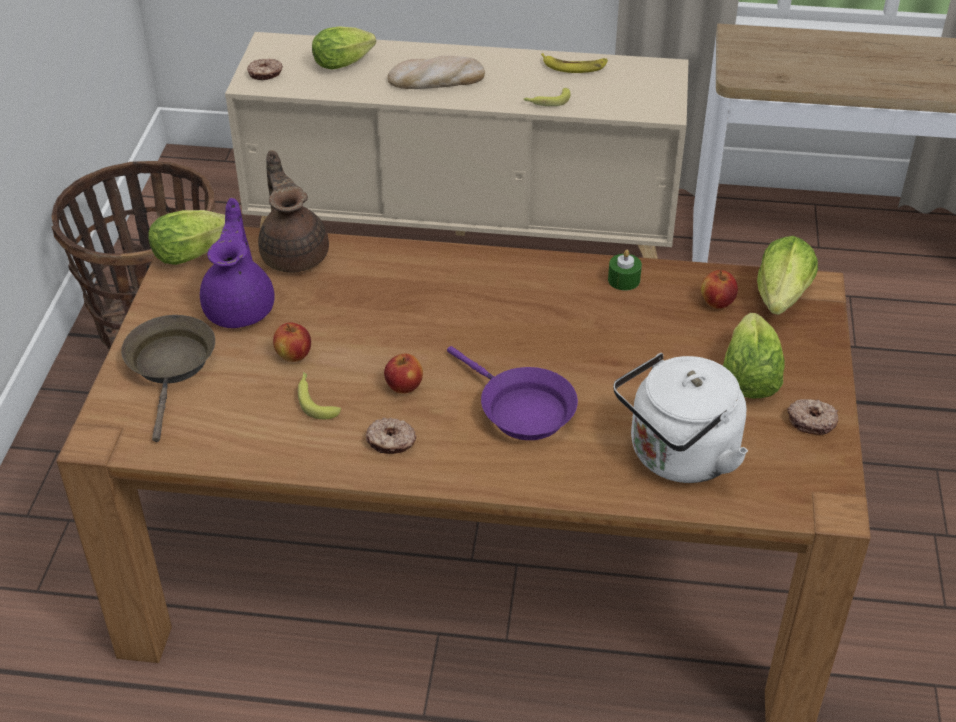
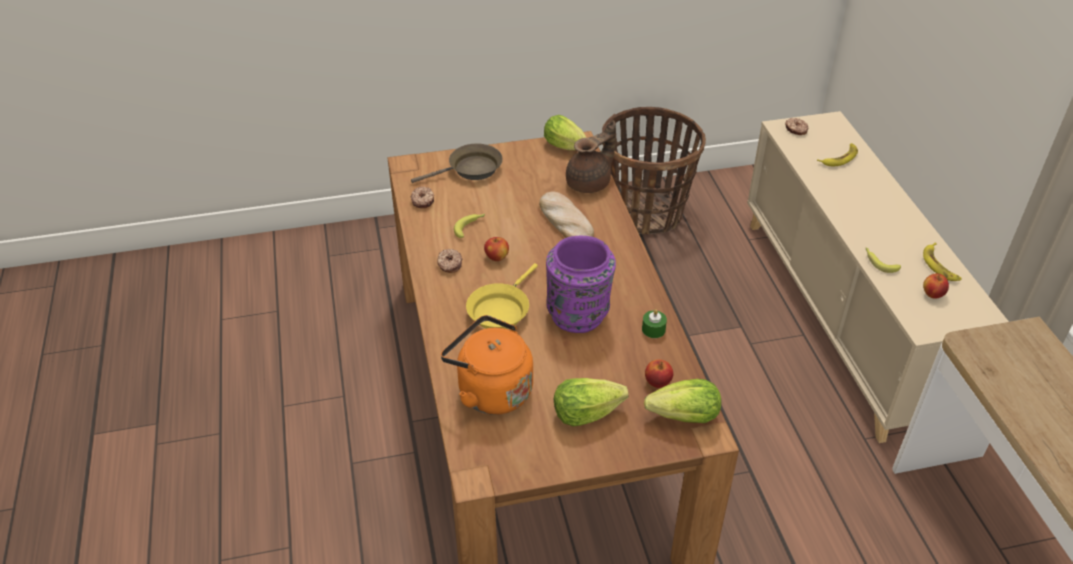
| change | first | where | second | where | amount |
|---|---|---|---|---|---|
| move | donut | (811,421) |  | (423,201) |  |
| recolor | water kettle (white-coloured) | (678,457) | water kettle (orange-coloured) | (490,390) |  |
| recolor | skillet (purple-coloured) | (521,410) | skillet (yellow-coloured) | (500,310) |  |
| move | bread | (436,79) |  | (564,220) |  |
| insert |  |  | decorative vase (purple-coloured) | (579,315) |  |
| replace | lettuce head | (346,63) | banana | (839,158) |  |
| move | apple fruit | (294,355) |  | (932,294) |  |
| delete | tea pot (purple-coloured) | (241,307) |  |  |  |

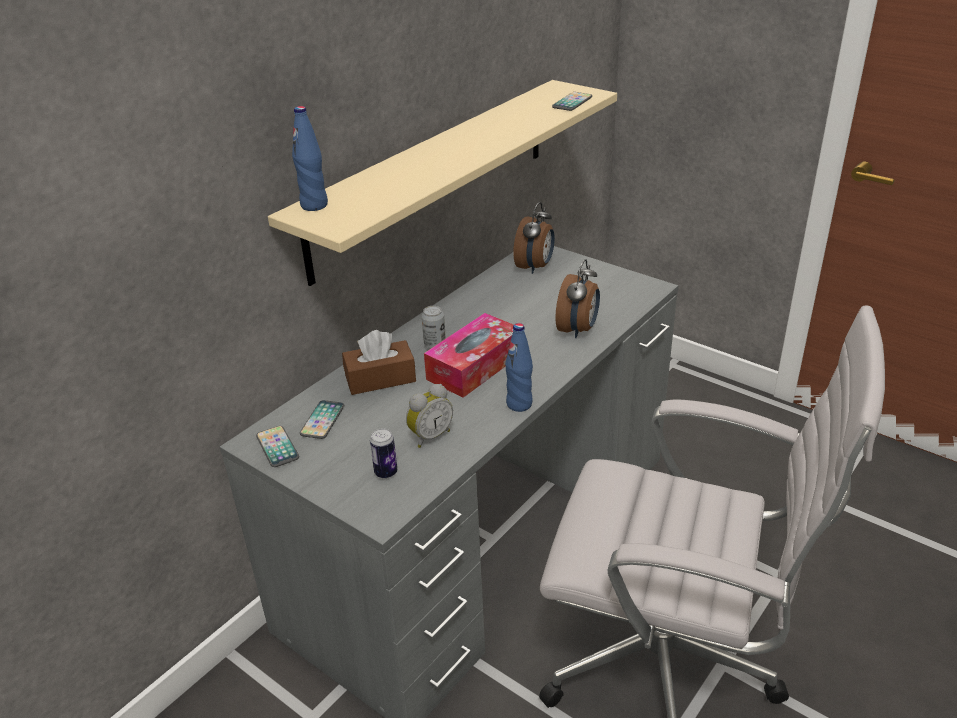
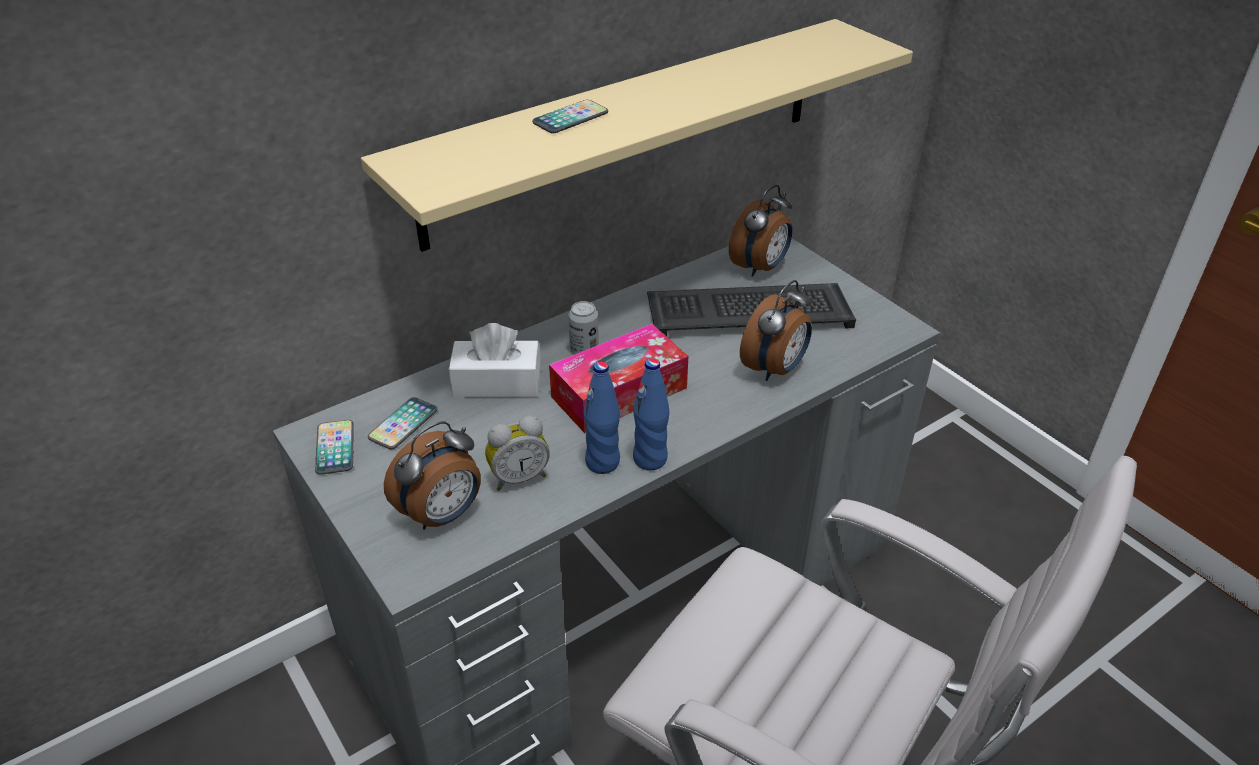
| change | first | where | second | where | amount |
|---|---|---|---|---|---|
| replace | sealed can | (386,472) | table clock | (442,515) |  |
| recolor | box of tissues (brownish) | (380,378) | box of tissues (white-coloured) | (497,383) |  |
| move | handset | (572,102) |  | (570,118) |  |
| move | bottle (bluish) | (314,205) |  | (602,462) |  |
| insert |  |  | keyboard | (750,311) |  |

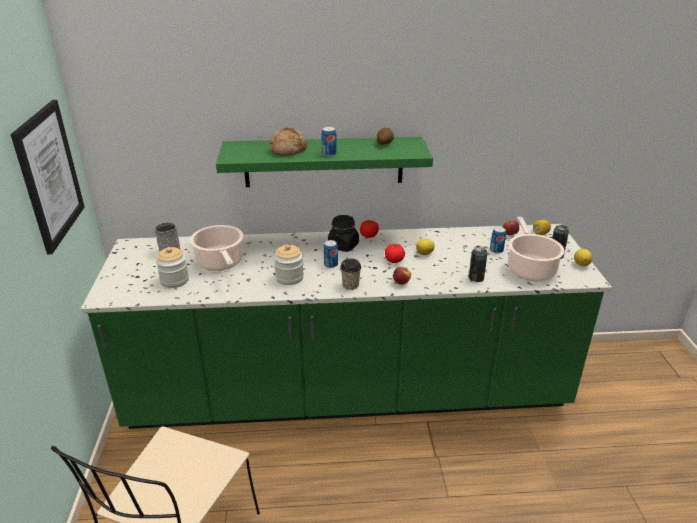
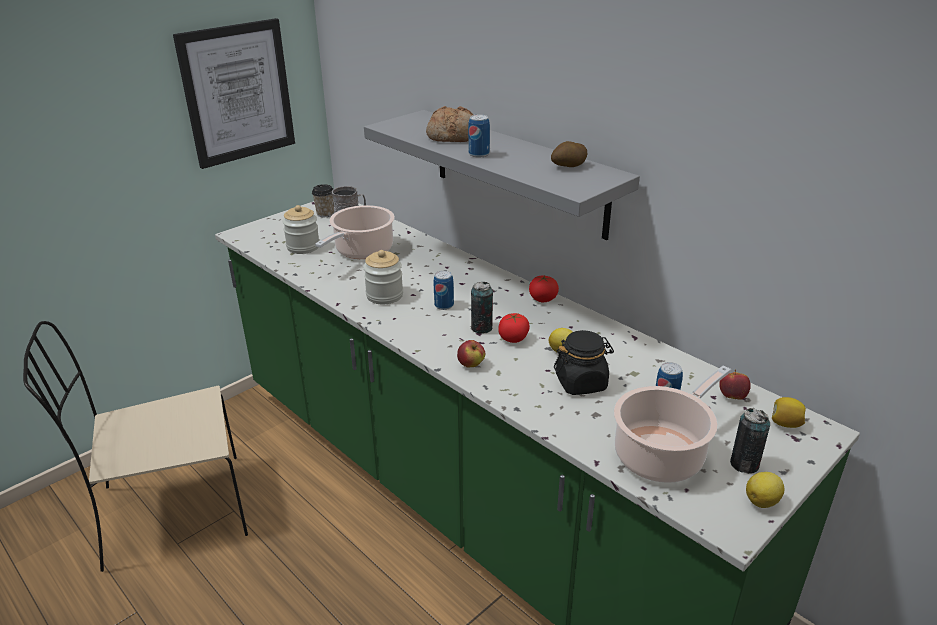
| change | first | where | second | where | amount |
|---|---|---|---|---|---|
| move | drinking cup | (350,285) |  | (325,214) |  |
| recolor | wall shelf (green-coloured) | (323,162) | wall shelf (gray) | (518,172) |  |
| move | sealed can | (476,278) |  | (481,328) |  |
| move | jar (black-coloured) | (343,245) |  | (581,383) |  |

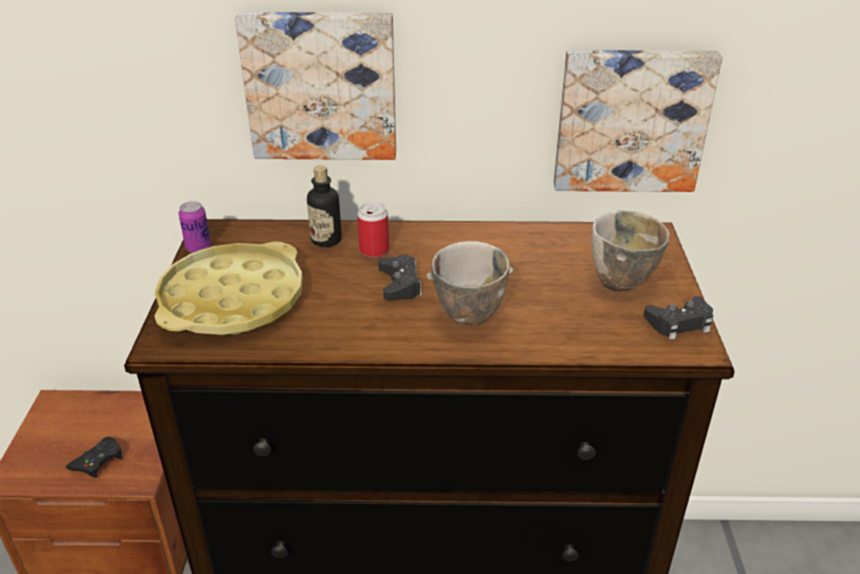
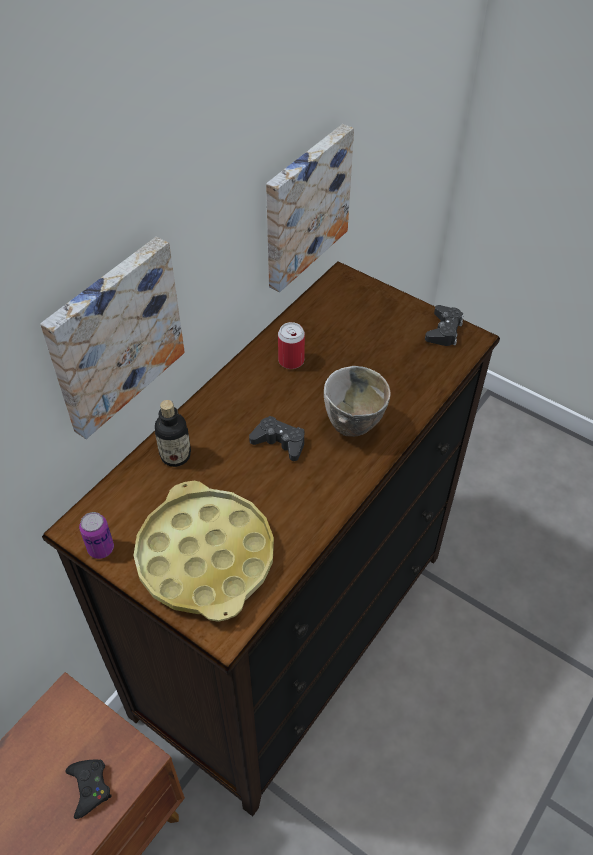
| change | first | where | second | where | amount |
|---|---|---|---|---|---|
| move | sealed can | (374,250) |  | (291,360) |  |
| delete | bowl | (620,285) |  |  |  |

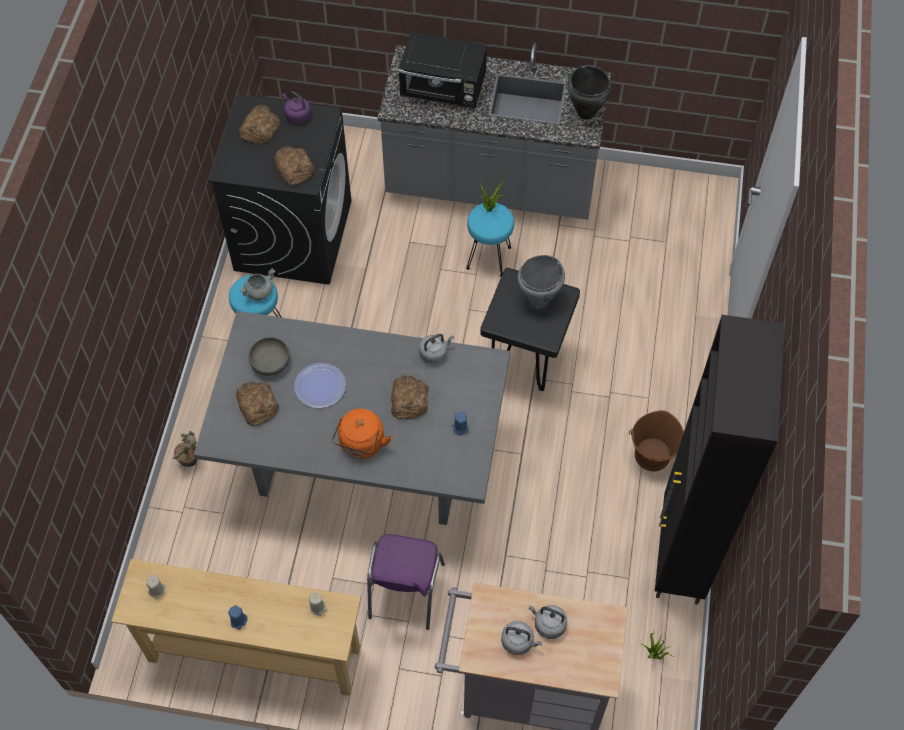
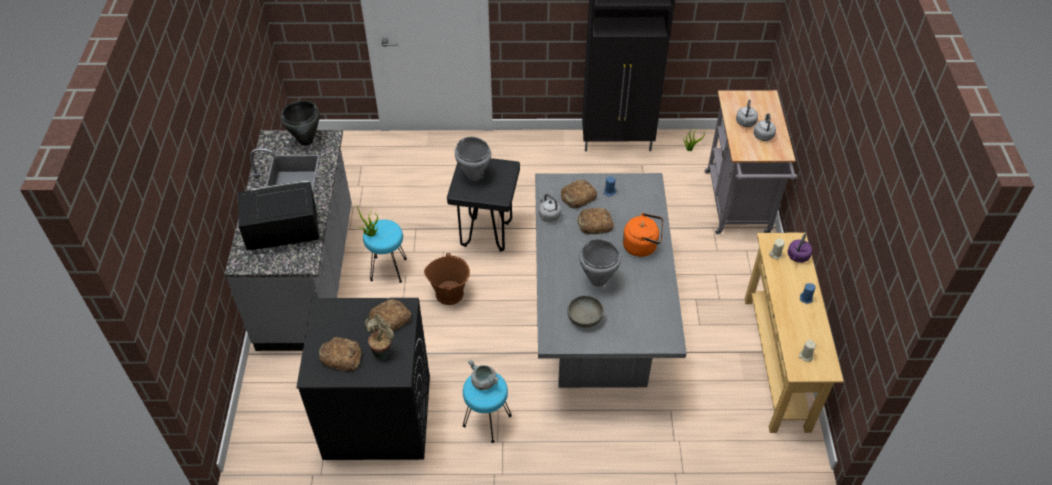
| change | first | where | second | where | amount |
|---|---|---|---|---|---|
| rotate | kitchen microwave (black-coloured) | (444,90) |  | (282,232) | 105 degrees counterclockwise |
| move | potted plant | (190,462) |  | (382,351) |  |
| move | pail (brownish) | (652,455) |  | (450,293) |  |
| move | bread | (257,405) |  | (578,197) |  |
| replace | plate | (320,386) | stockpot (gray) | (598,280) |  |
| move | water kettle (purple-coloured) | (297,115) |  | (797,257) |  |
| delete | plain chair (purple-coloured) | (404,593) |  |  |  |

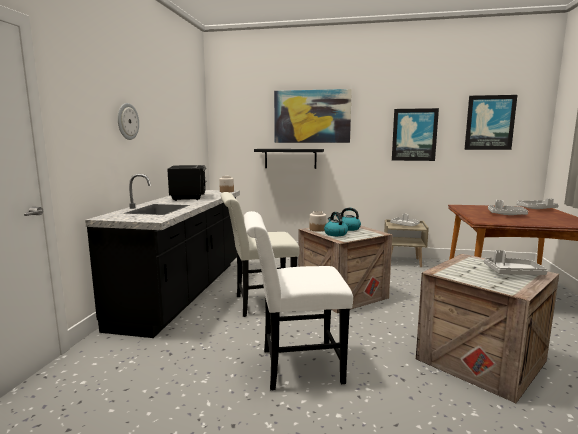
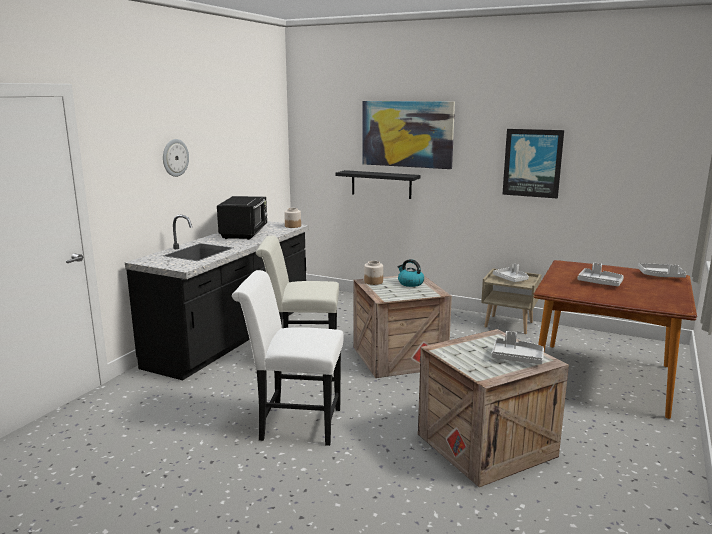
| change | first | where | second | where | amount |
|---|---|---|---|---|---|
| delete | water kettle | (335,234) |  |  |  |
| delete | picture | (489,122) |  |  |  |

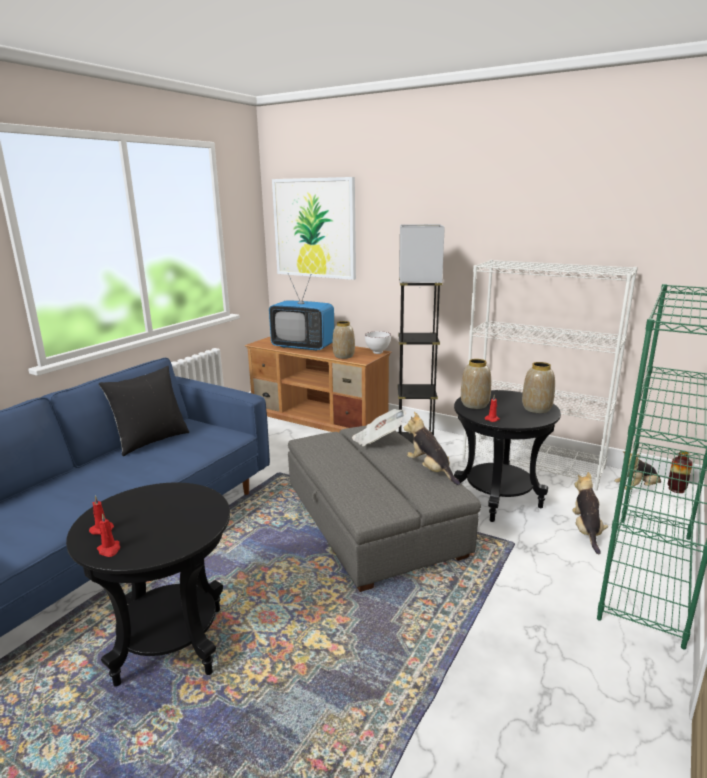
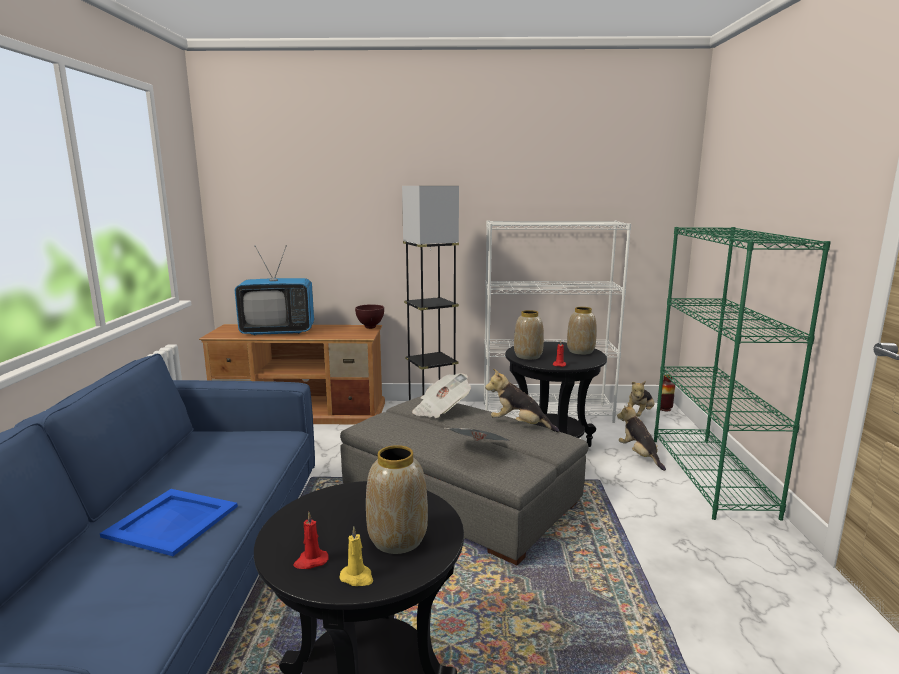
| change | first | where | second | where | amount |
|---|---|---|---|---|---|
| insert |  |  | tray (bluish) | (173,521) |  |
| recolor | wax light (red) | (109,550) | wax light (yellow-coloured) | (357,577) |  |
| recolor | bowl (white-coloured) | (378,353) | bowl (brownish) | (371,327) |  |
| move | decorative vase | (343,356) |  | (397,539) |  |
| insert |  |  | daily paper | (478,451) |  |
| delete | pillow (black-coloured) | (151,440) |  |  |  |
| delete | picture | (314,228) |  |  |  |

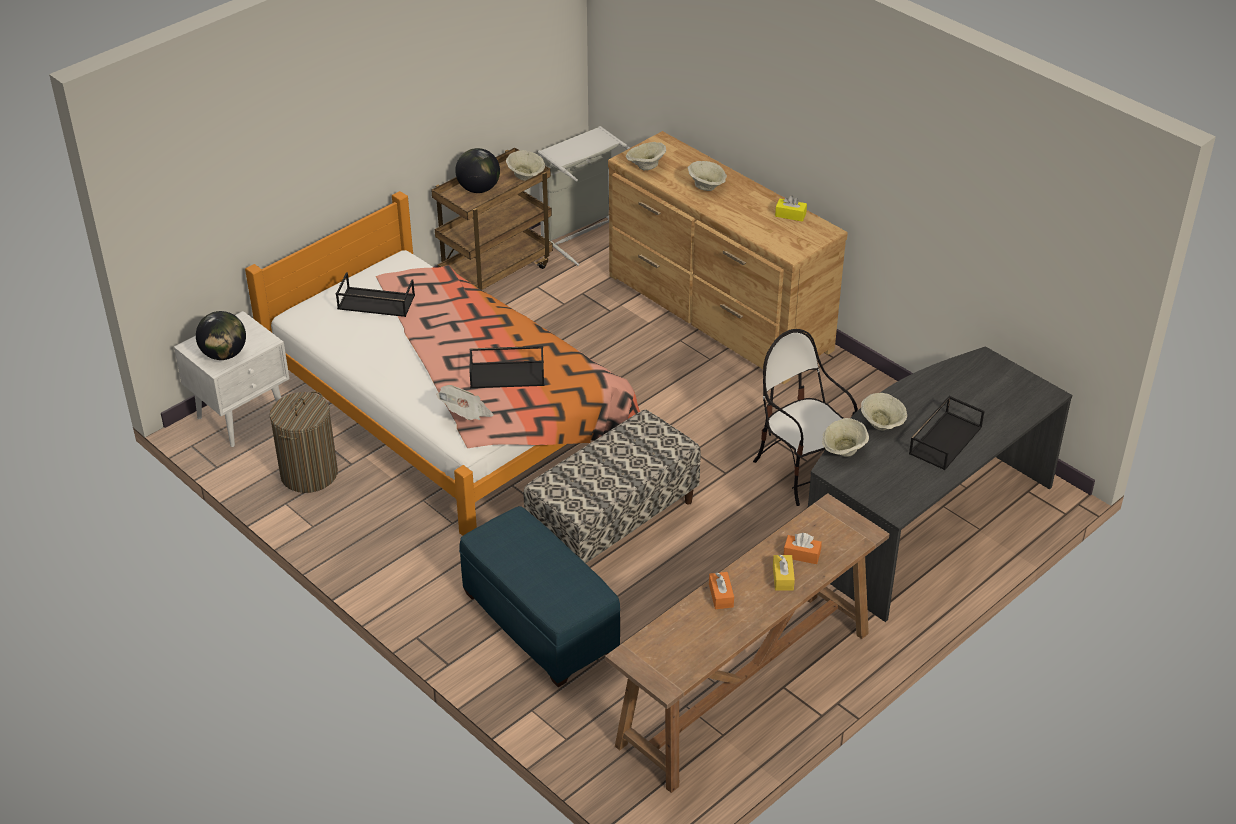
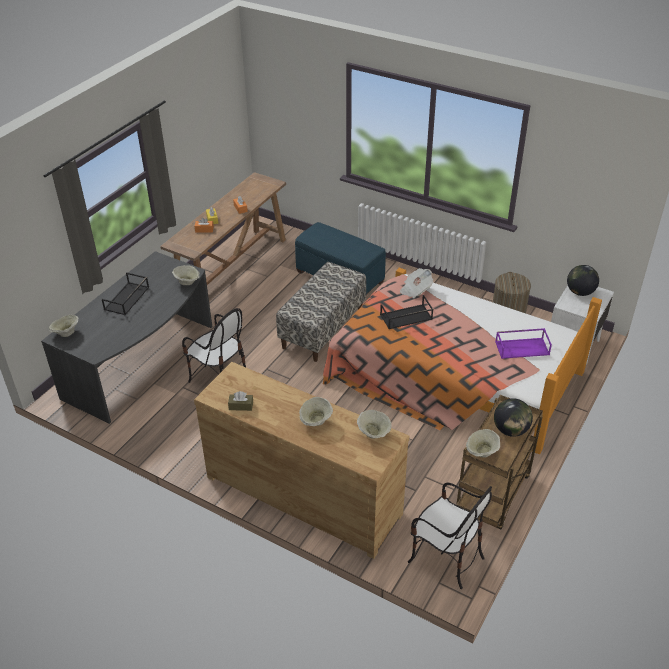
| change | first | where | second | where | amount |
|---|---|---|---|---|---|
| move | bowl (beige-coloured) | (882,424) |  | (66,333) |  |
| recolor | box of tissues (yellow-coloured) | (790,215) | box of tissues (brownish) | (241,406) |  |
| replace | hamper (gray) | (583,234) | plain chair | (445,558) |  |
| recolor | tray (black-coloured) | (375,302) | tray (purple-coloured) | (522,348) |  |

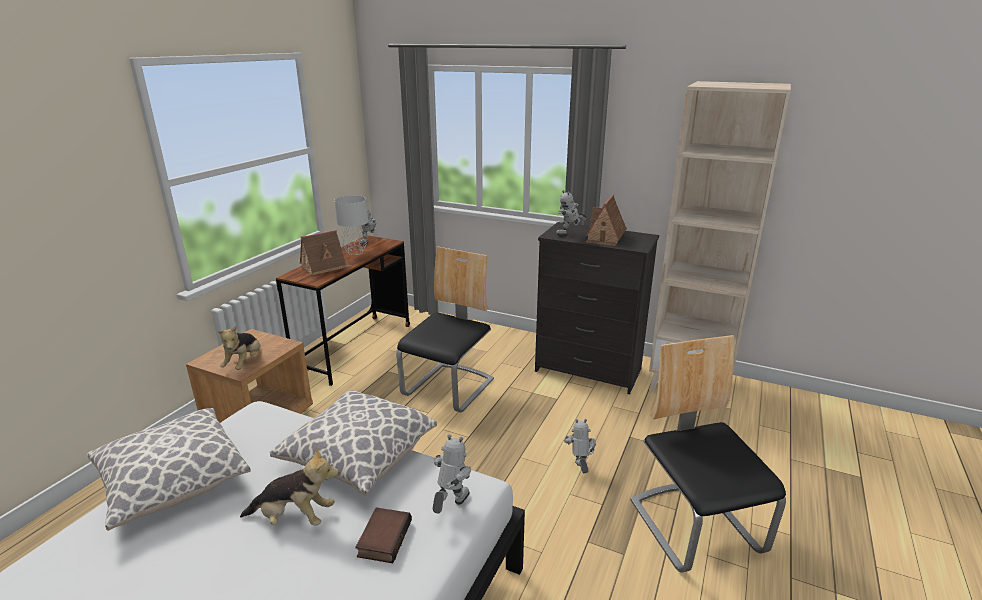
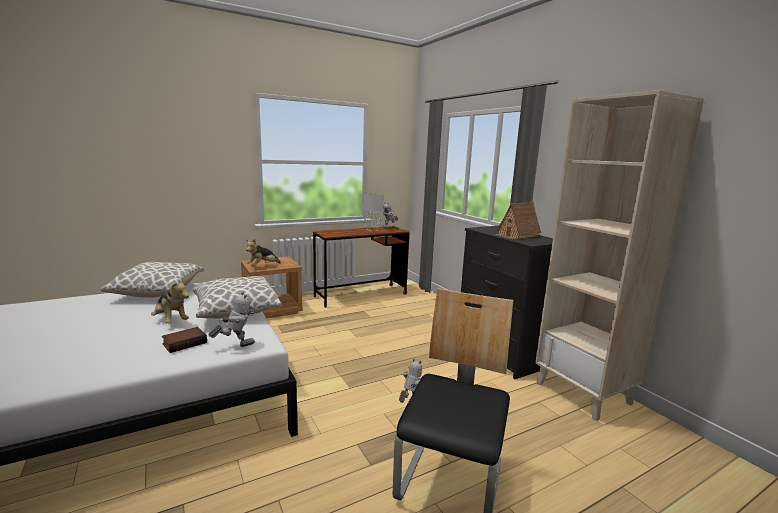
| change | first | where | second | where | amount |
|---|---|---|---|---|---|
| delete | model house | (326,267) |  |  |  |
| delete | plain chair | (449,388) |  |  |  |
| delete | model robot | (570,234) |  |  |  |

